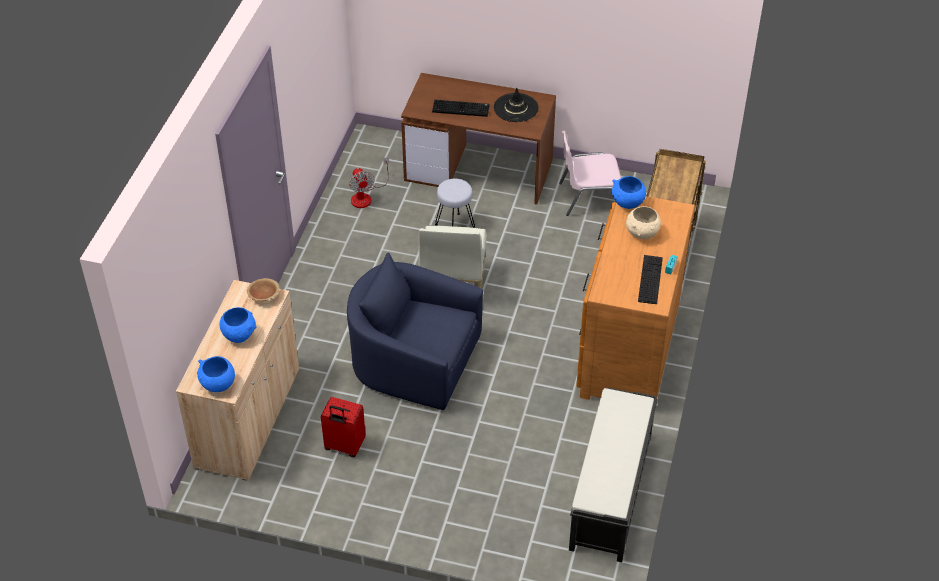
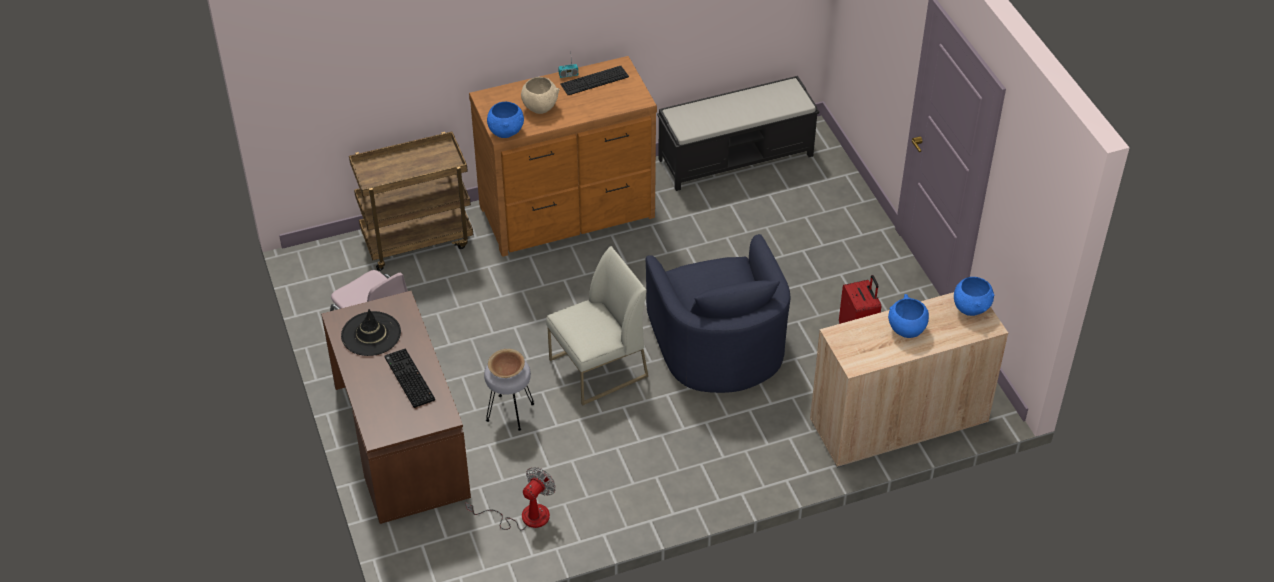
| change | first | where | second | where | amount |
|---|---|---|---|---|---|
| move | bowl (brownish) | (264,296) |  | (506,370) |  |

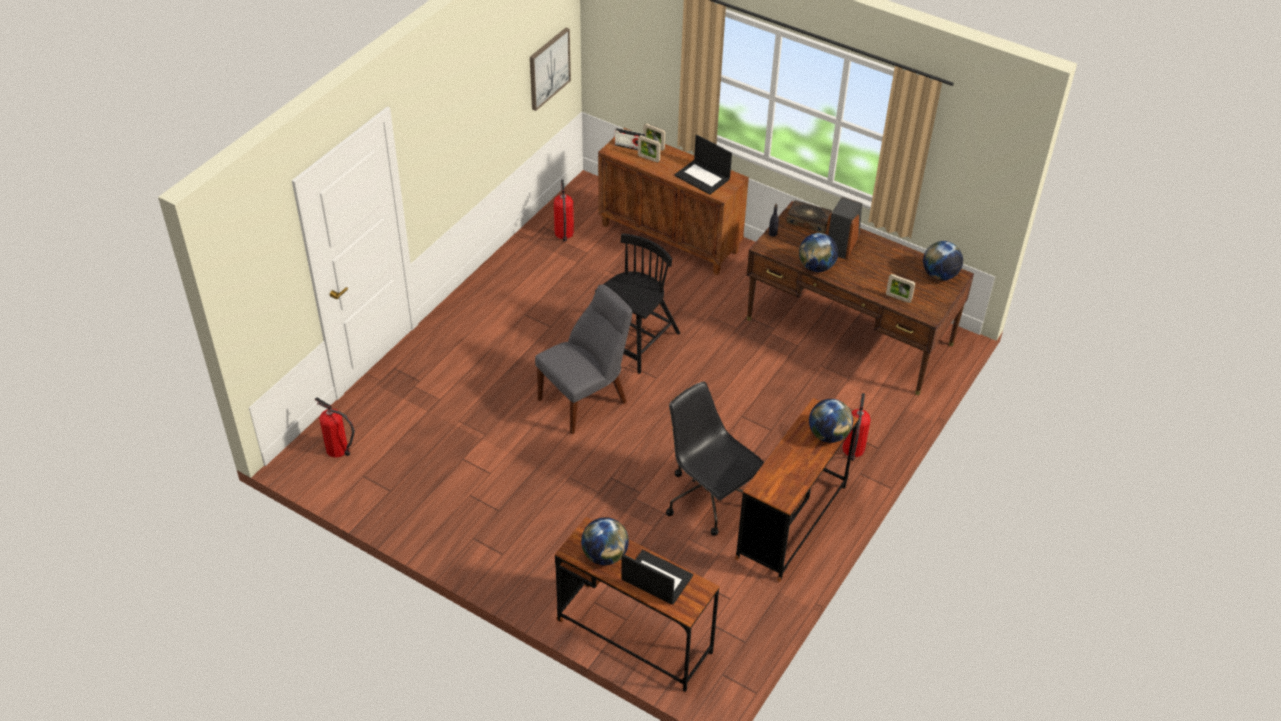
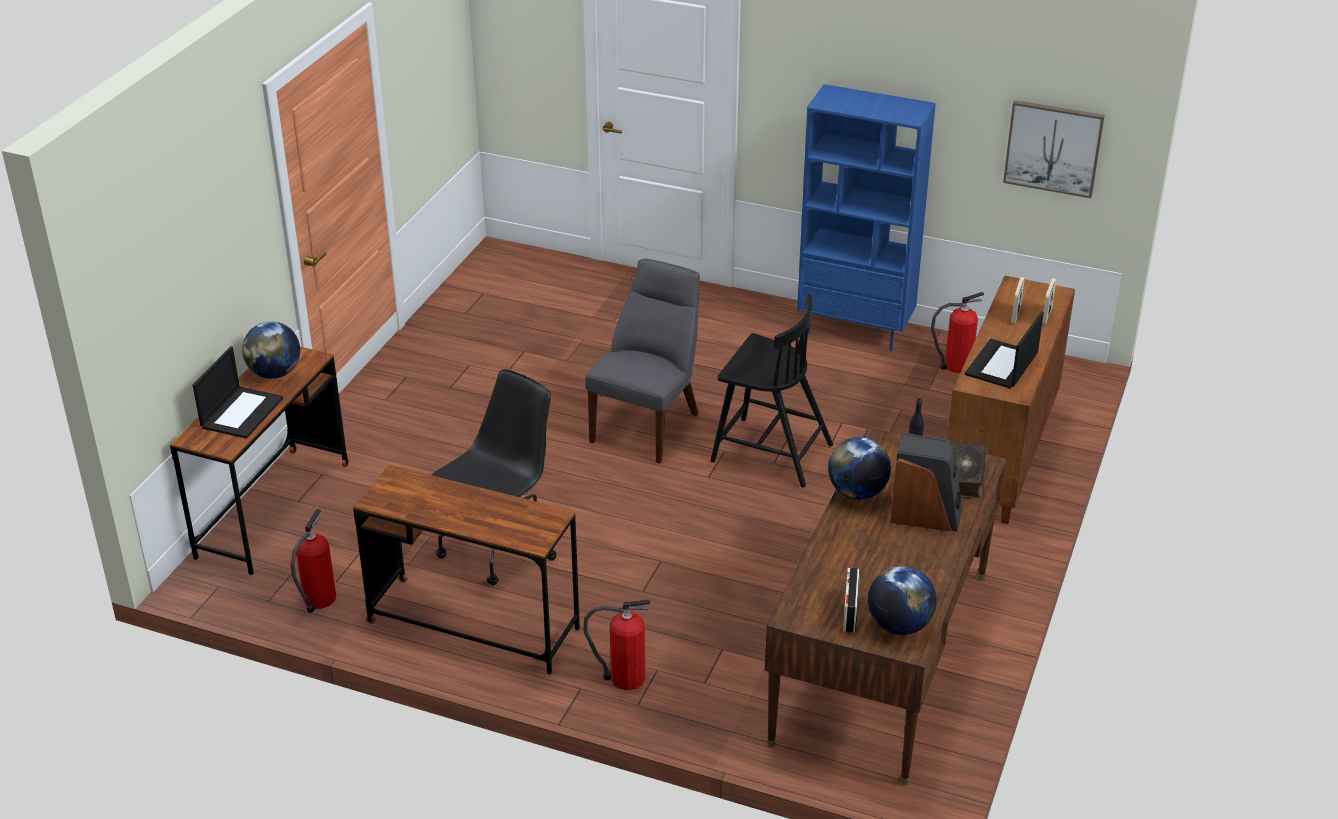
| change | first | where | second | where | amount |
|---|---|---|---|---|---|
| move | fire extinguisher | (339,449) |  | (318,600) |  |
| rotate | plain chair (gray) | (586,399) |  | (648,425) | 105 degrees counterclockwise |
| insert |  |  | bookcase (bluish) | (856,330) |  |
| move | radio set | (630,146) |  | (850,612) |  |
| delete | world globe | (828,435) |  |  |  |
| delete | photo frame | (898,298) |  |  |  |

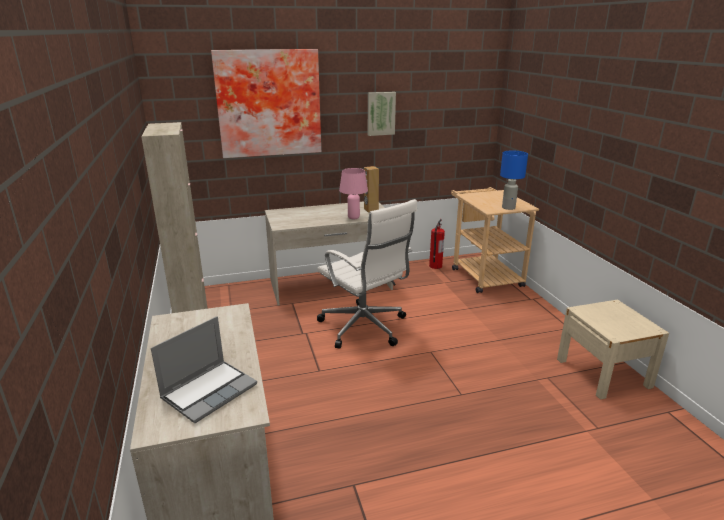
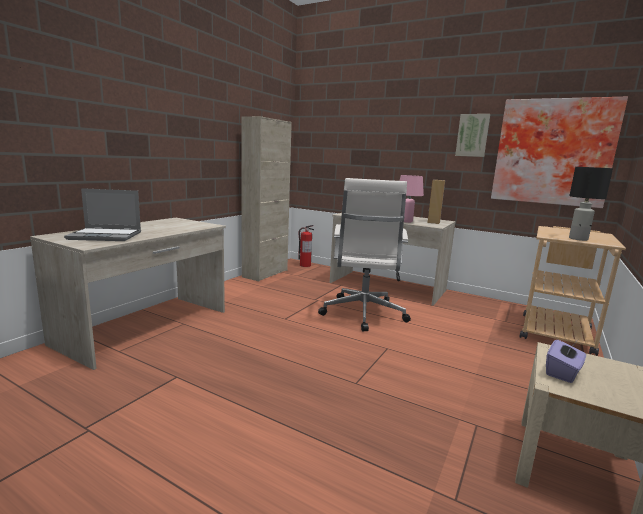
| change | first | where | second | where | amount |
|---|---|---|---|---|---|
| move | fire extinguisher | (435,266) |  | (305,265) |  |
| move | picture | (269,103) |  | (553,152) |  |
| insert |  |  | box of tissues (purple-coloured) | (563,373) |  |
| recolor | tabletop lamp (bluish) | (508,207) | tabletop lamp (black-coloured) | (578,239) |  |

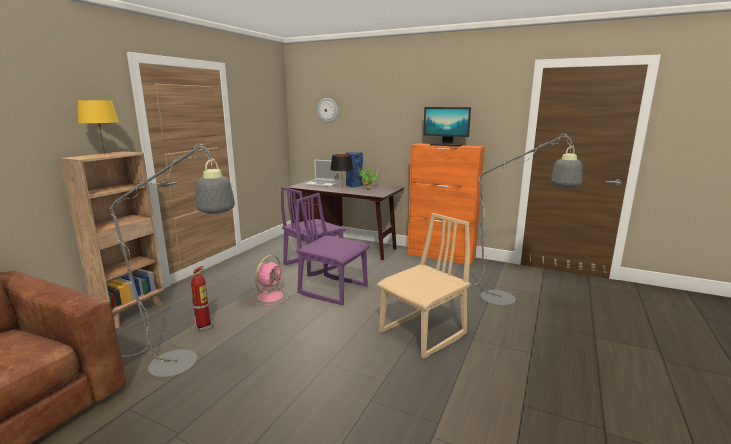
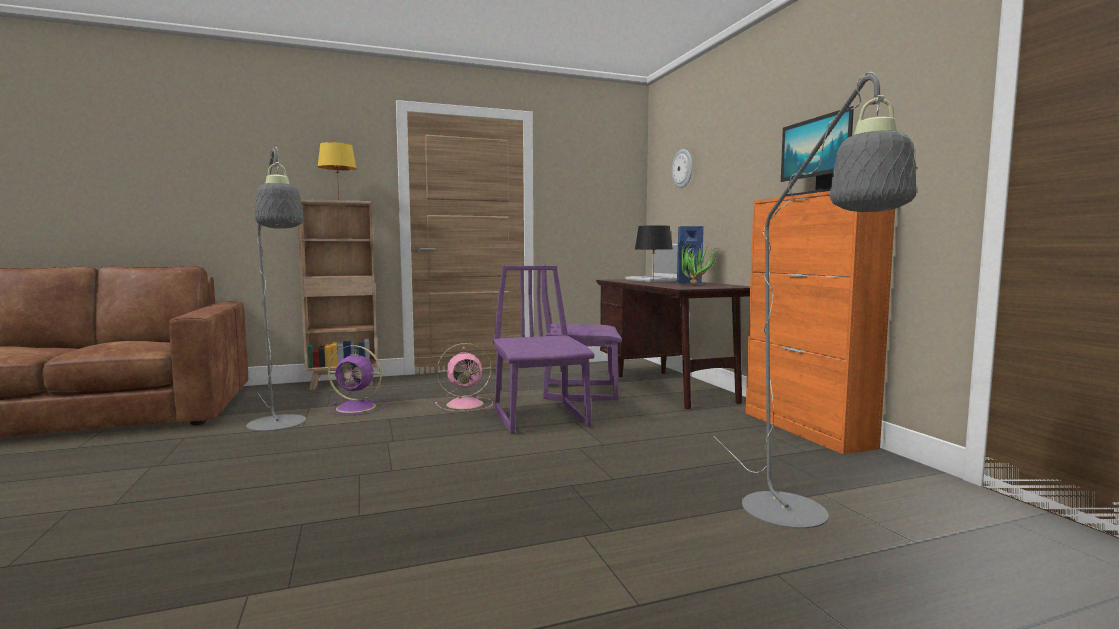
| change | first | where | second | where | amount |
|---|---|---|---|---|---|
| replace | fire extinguisher | (204,326) | electric fan (purple-coloured) | (357,407) |  |
| delete | plain chair (beige-coloured) | (423,334) |  |  |  |

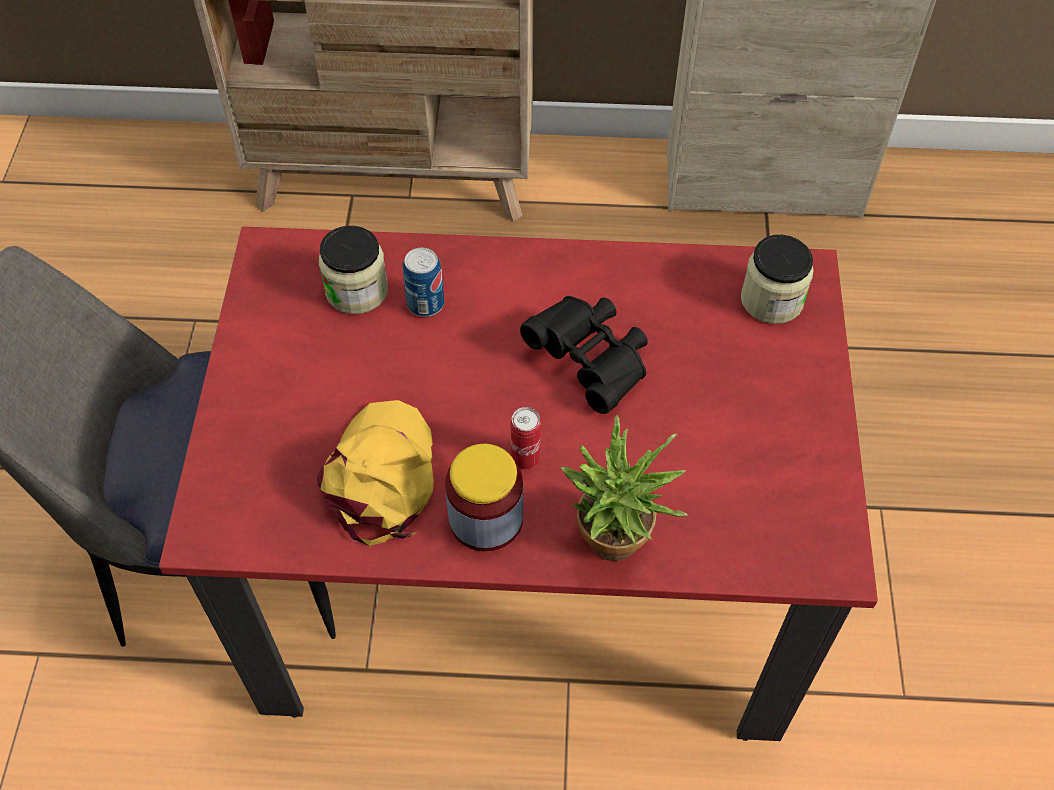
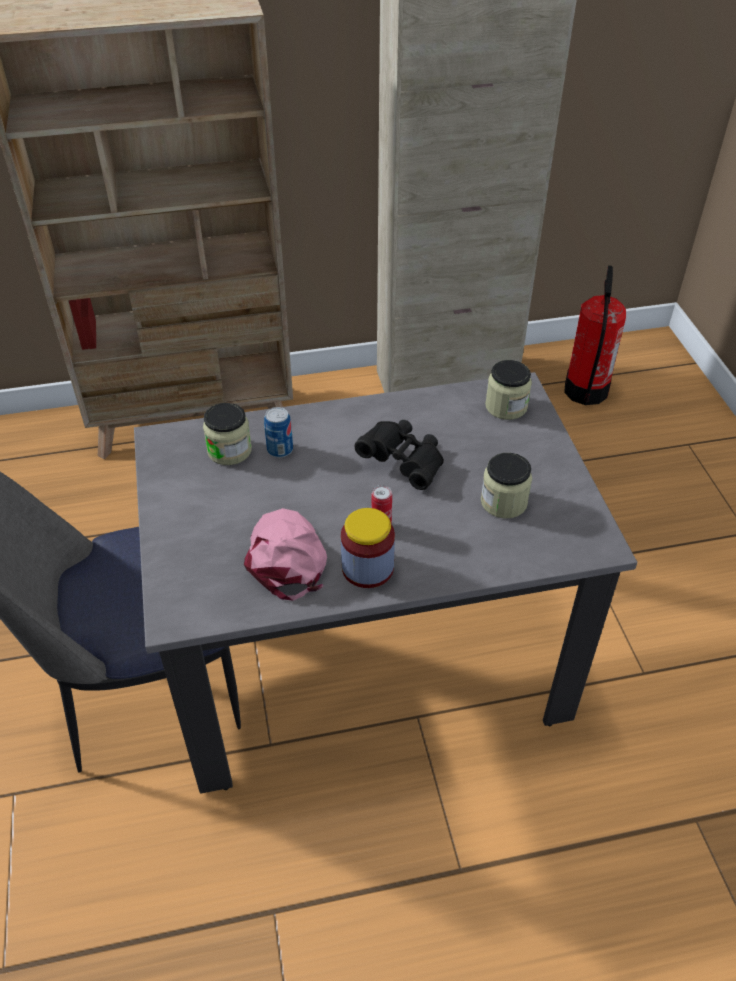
| change | first | where | second | where | amount |
|---|---|---|---|---|---|
| recolor | dinner table (red) | (526,582) | dinner table (gray) | (367,659) |  |
| recolor | baseball cap (yellow-coloured) | (381,476) | baseball cap (pink-coloured) | (286,558) |  |
| insert |  |  | jar | (503,502) |  |
| insert |  |  | fire extinguisher | (585,391) |  |
| delete | potted plant | (614,548) |  |  |  |

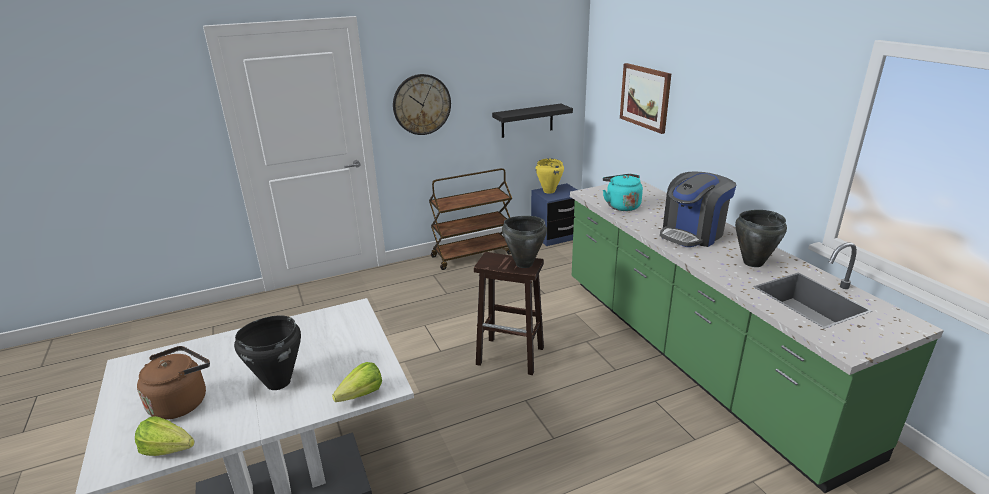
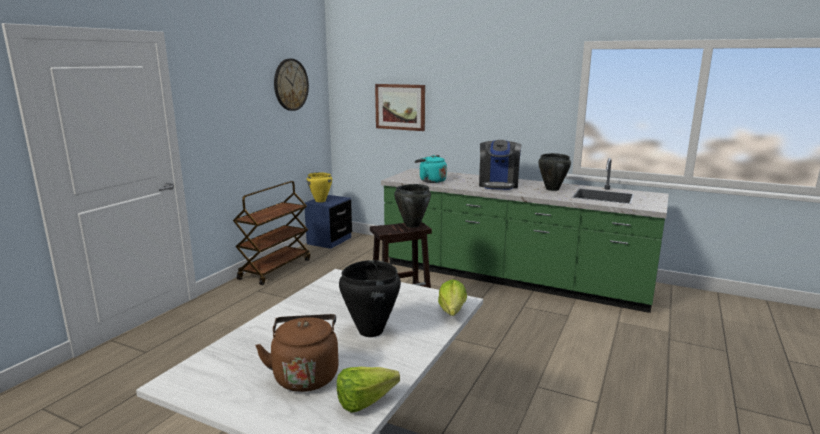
| change | first | where | second | where | amount |
|---|---|---|---|---|---|
| move | hanging clock | (421,104) |  | (290,84) |  |
| delete | wall shelf (black-coloured) | (527,120) |  |  |  |

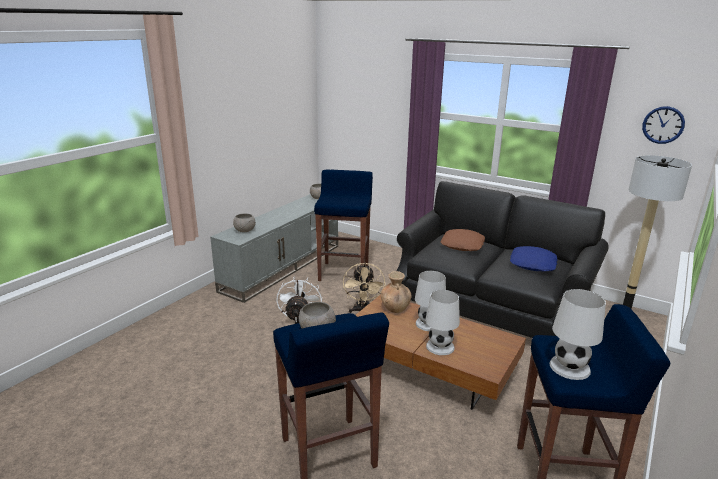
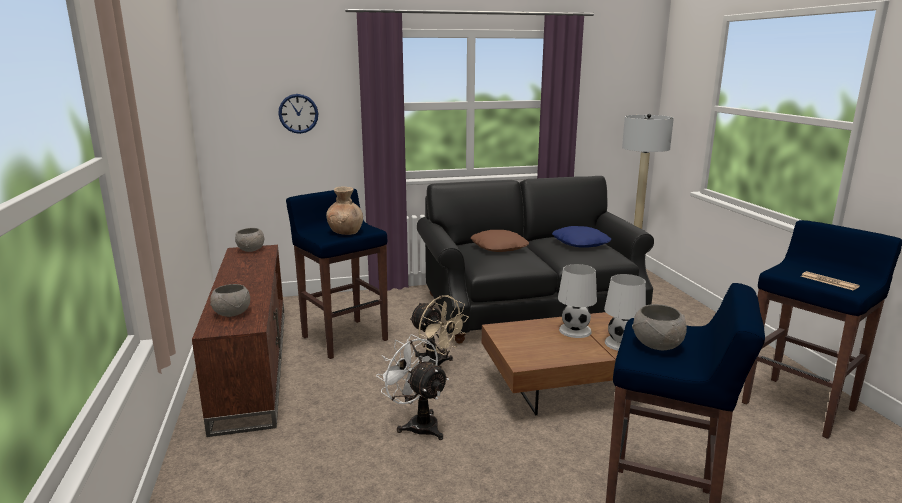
| change | first | where | second | where | amount |
|---|---|---|---|---|---|
| recolor | media console (gray) | (282,266) | media console (brownish) | (251,363) |  |
| move | hanging clock | (663,125) |  | (298,113) |  |
| move | decorative vase (brownish) | (395,308) |  | (346,232) |  |
| replace | tabletop lamp (white-coloured) | (569,367) | daily paper | (829,281) |  |

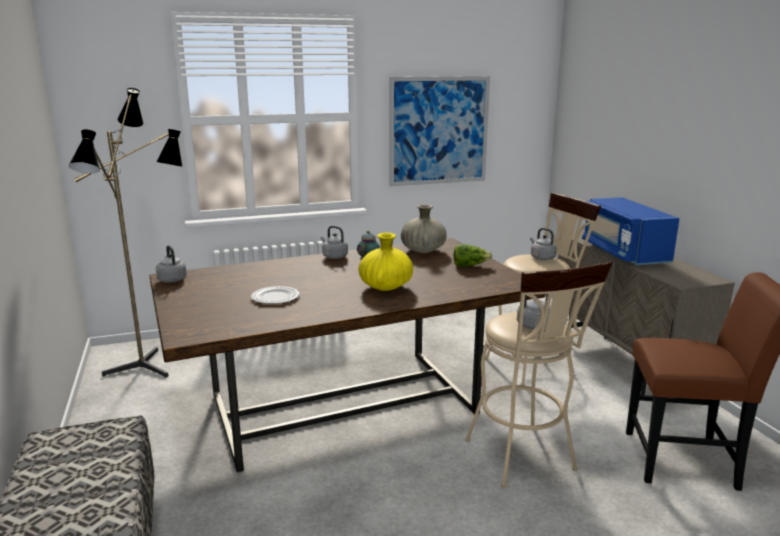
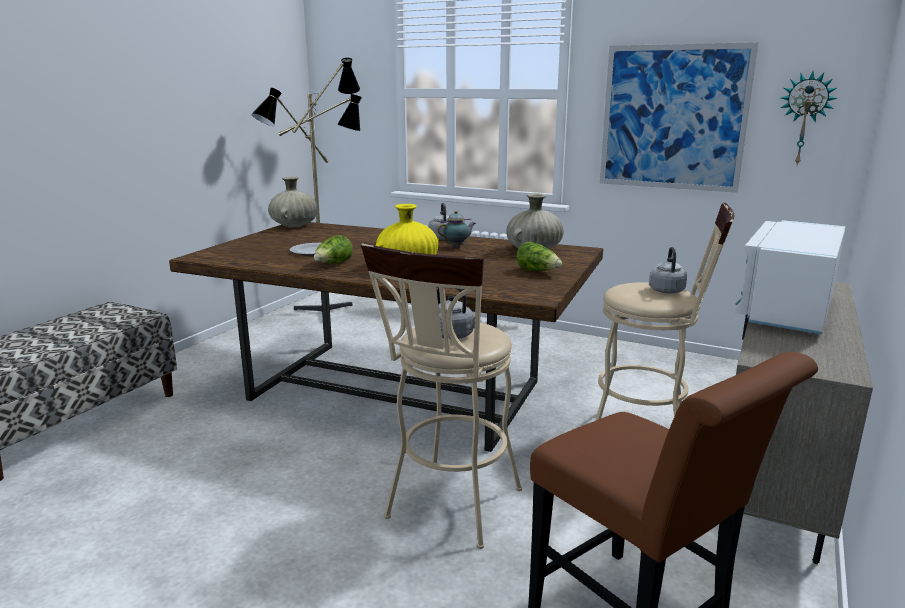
| change | first | where | second | where | amount |
|---|---|---|---|---|---|
| replace | water kettle (gray) | (171,279) | decorative vase (beige-coloured) | (294,226) |  |
| insert |  |  | lettuce head | (333,264) |  |
| recolor | kitchen microwave (bluish) | (623,253) | kitchen microwave (white-coloured) | (787,310) |  |
| insert |  |  | hanging clock | (804,119) |  |

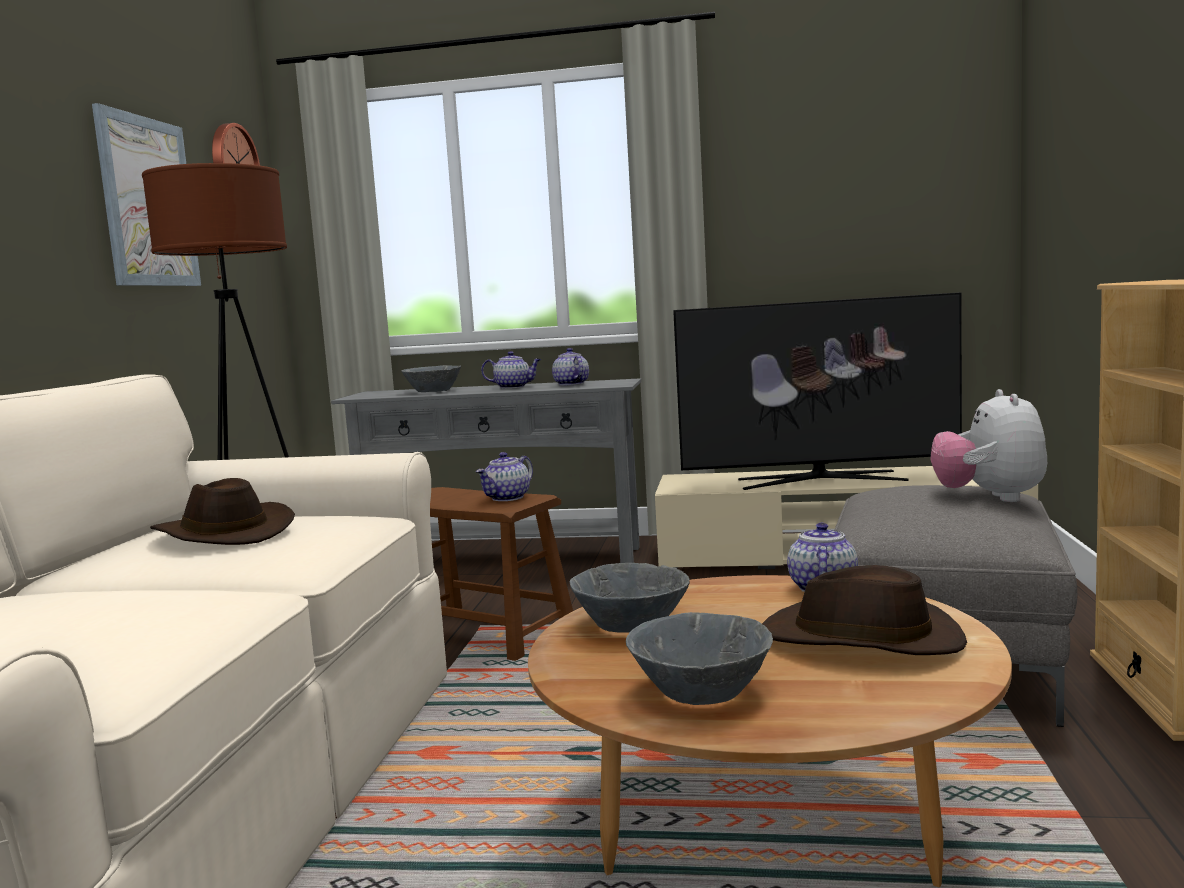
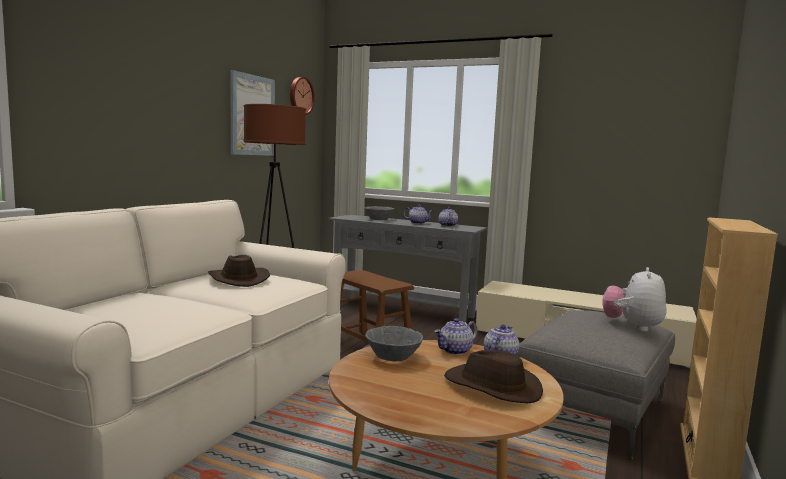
| change | first | where | second | where | amount |
|---|---|---|---|---|---|
| move | tea pot | (507,498) |  | (455,351) |  |
| delete | bowl (gray) | (700,692) |  |  |  |
| delete | TV set | (819,480) |  |  |  |

